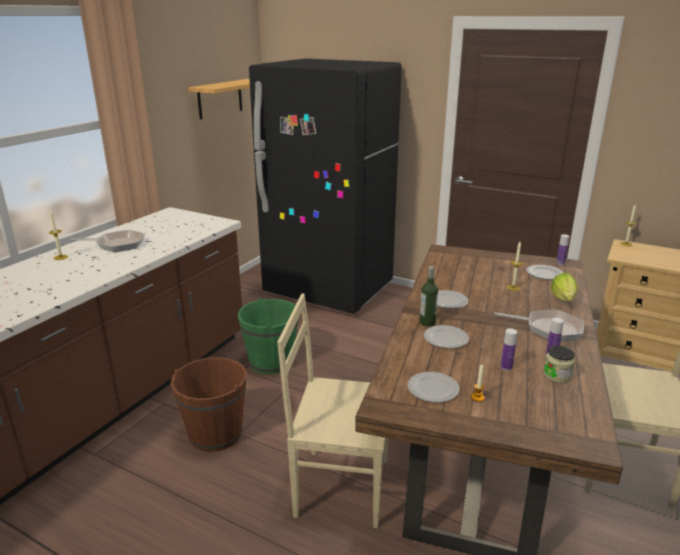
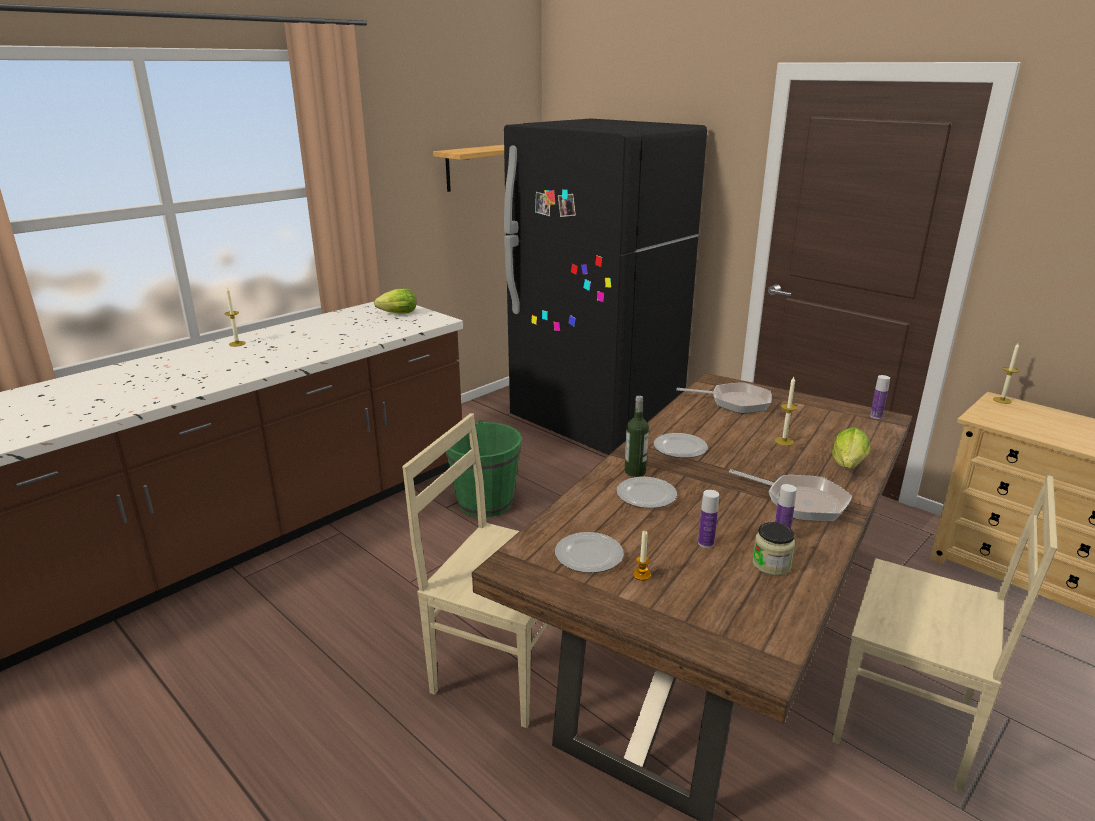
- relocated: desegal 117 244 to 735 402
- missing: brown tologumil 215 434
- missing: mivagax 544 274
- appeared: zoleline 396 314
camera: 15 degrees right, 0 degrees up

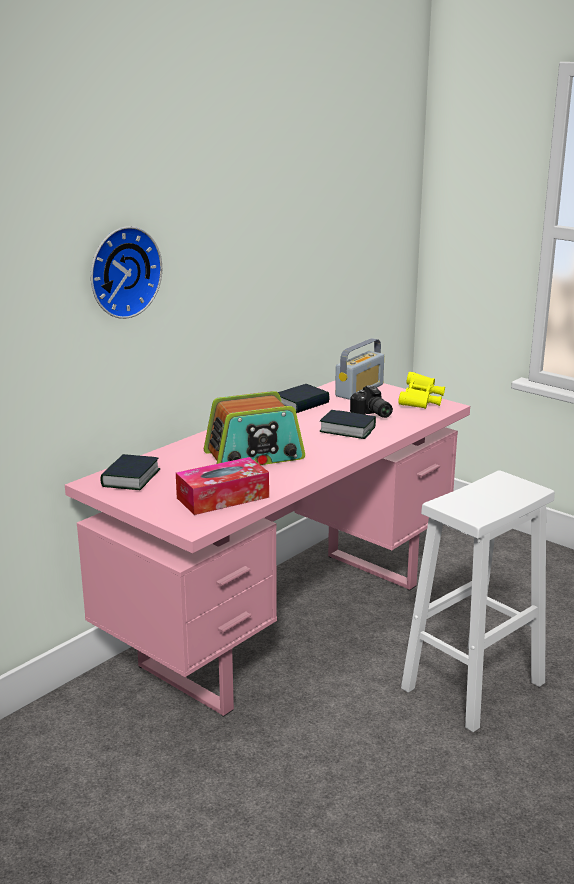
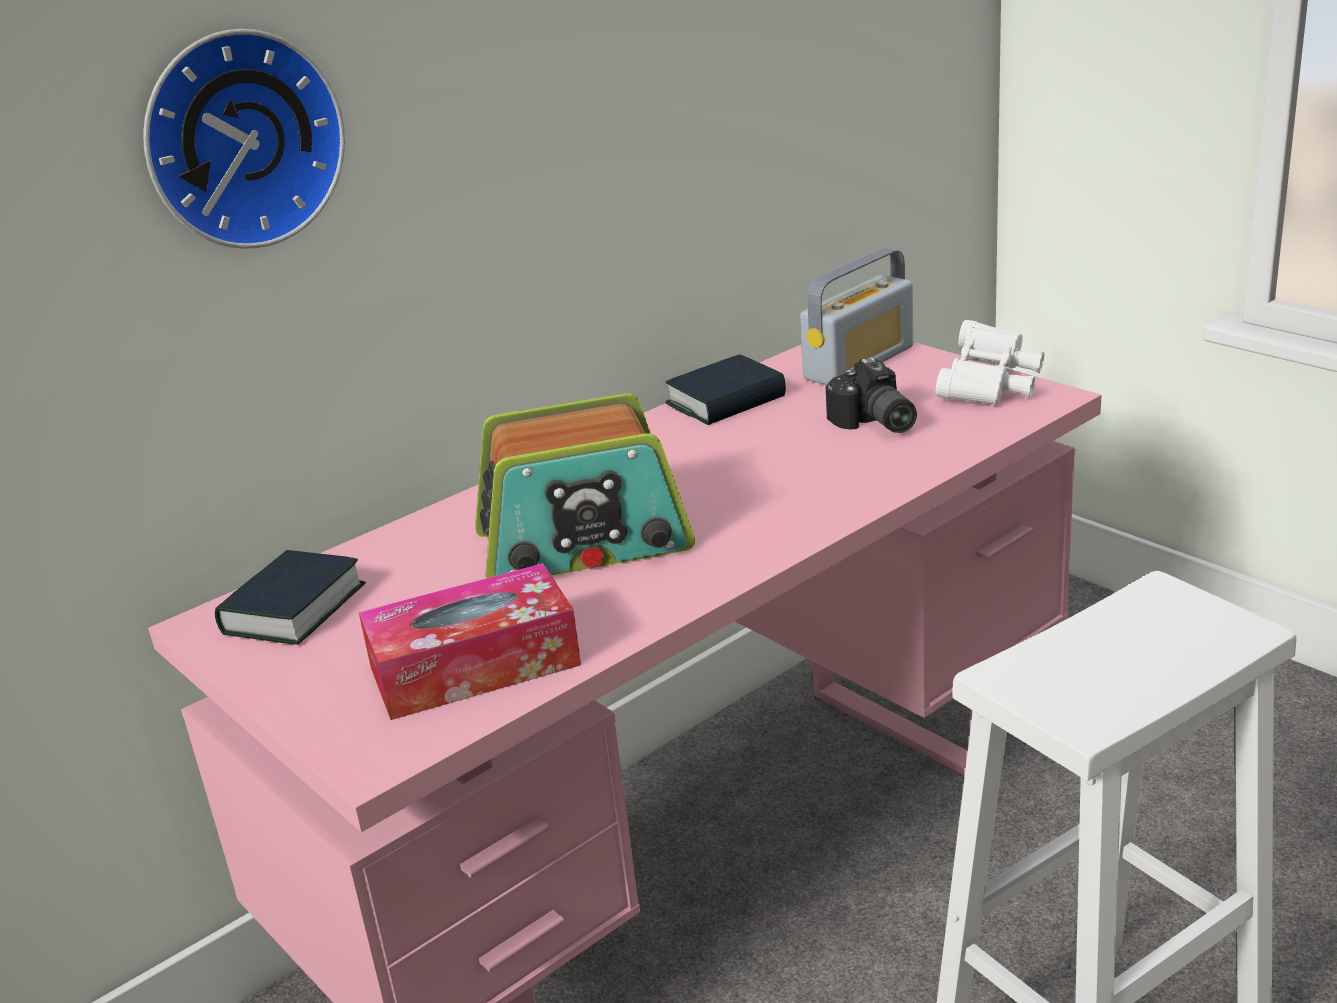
- missing: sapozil 347 430
- colour: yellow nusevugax 421 401 to white nusevugax 990 387
camera: 10 degrees right, 5 degrees up

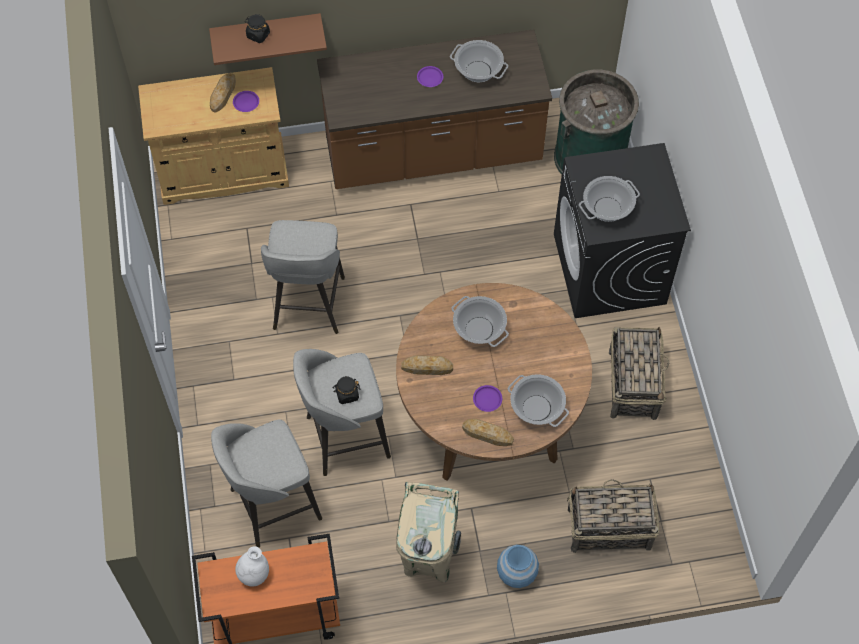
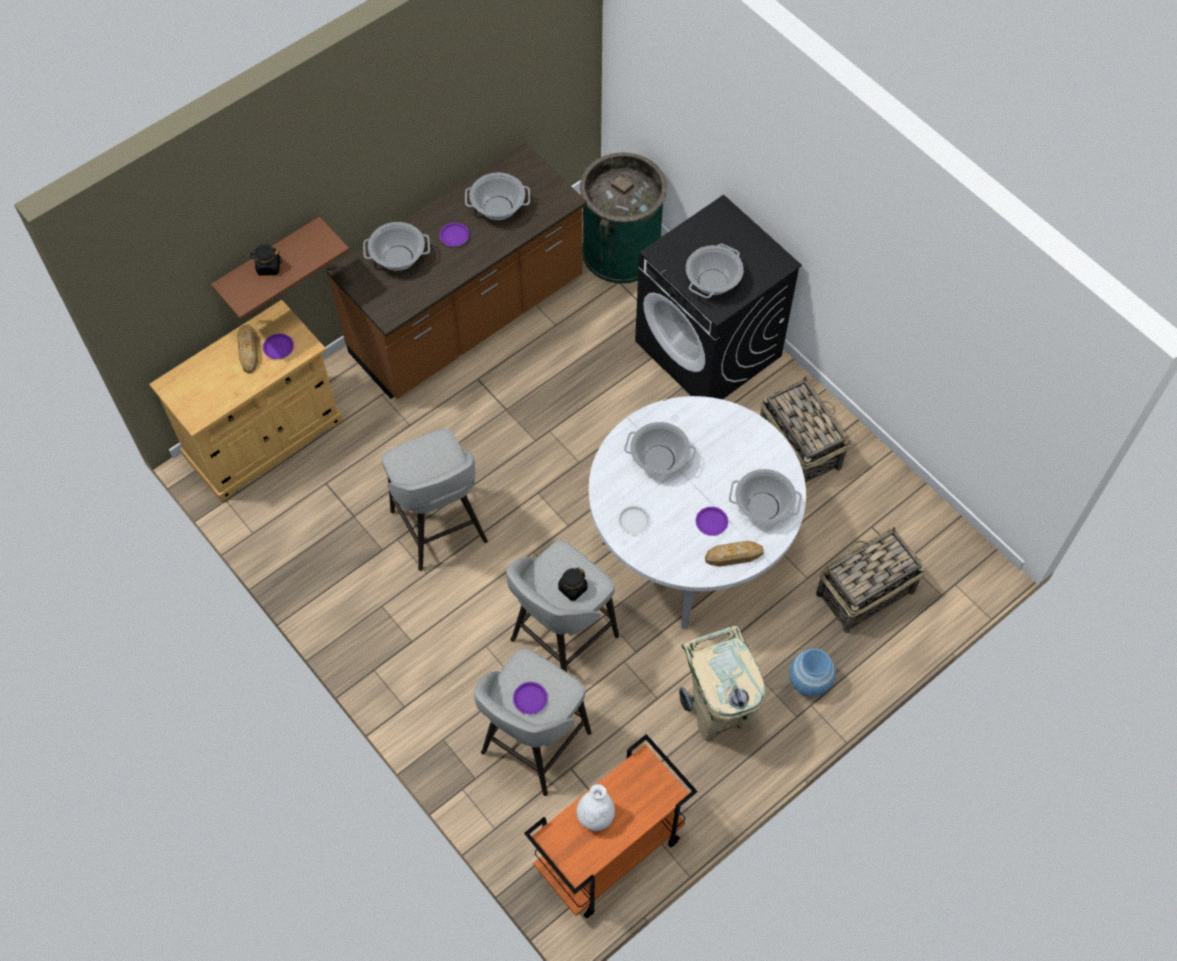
- colour: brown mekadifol 489 419 to white mekadifol 689 548
- exchanged: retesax 427 367 to white mivagax 633 521
- appeared: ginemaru 398 257
- appeared: purple mivagax 530 699
camera: 30 degrees left, 0 degrees up

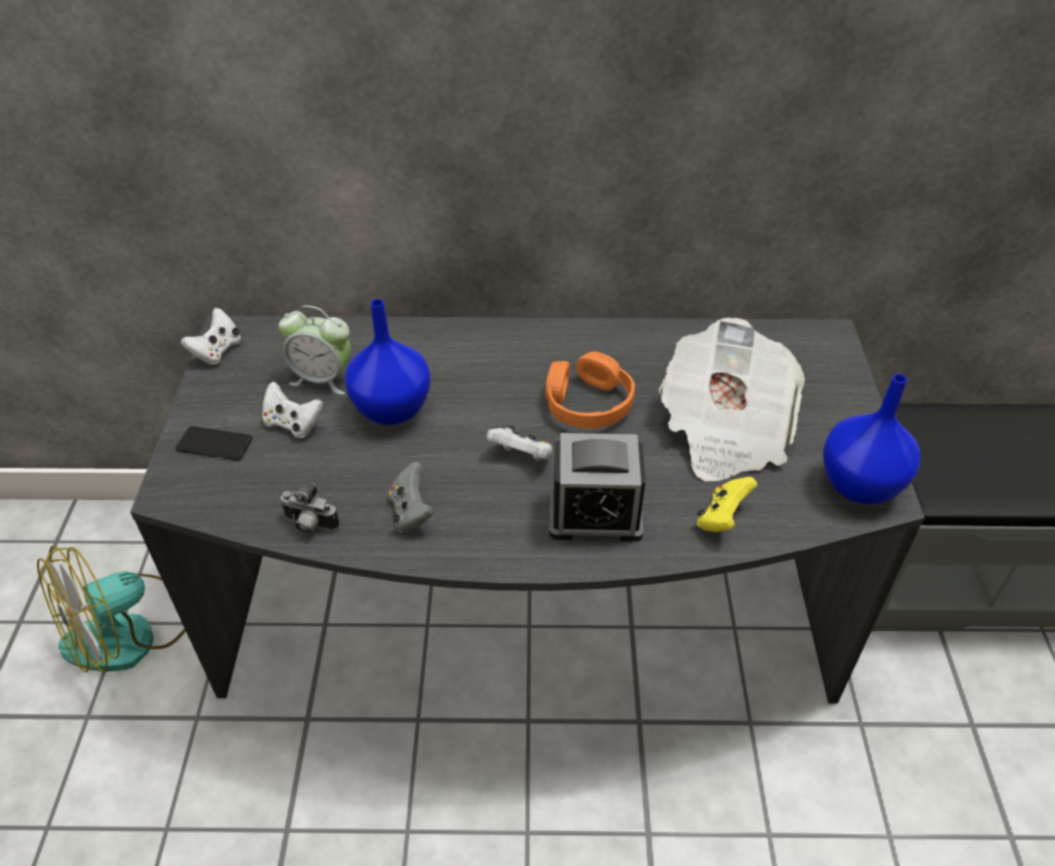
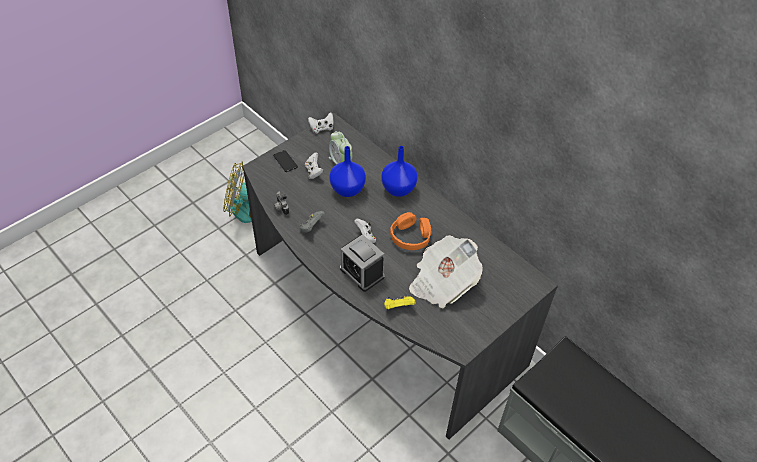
- relocated: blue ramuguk 861 485 to 399 189
camera: 45 degrees right, 5 degrees up

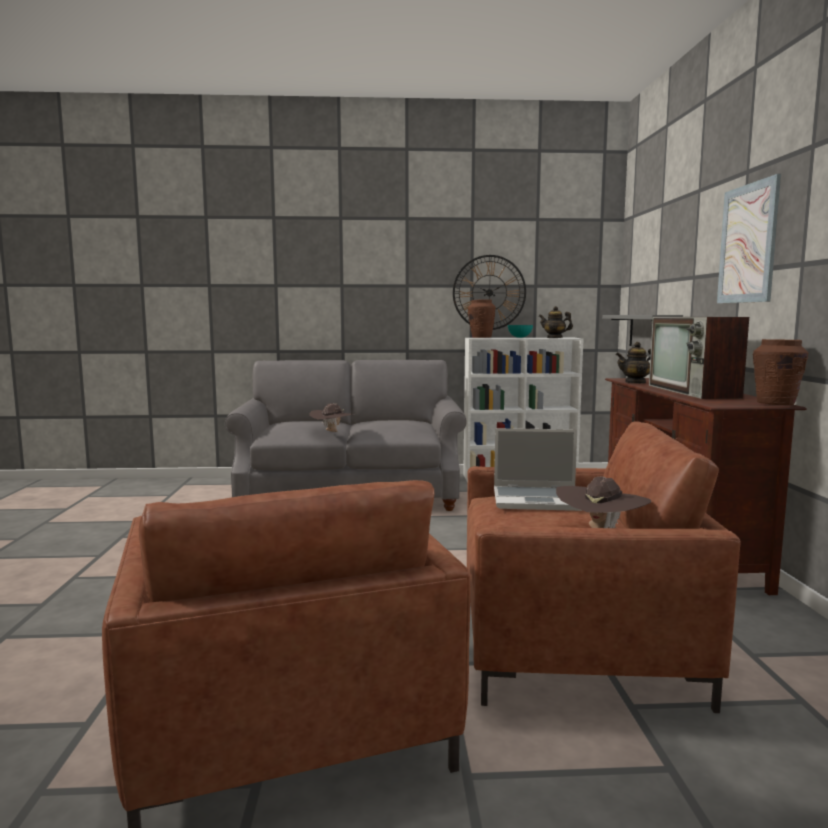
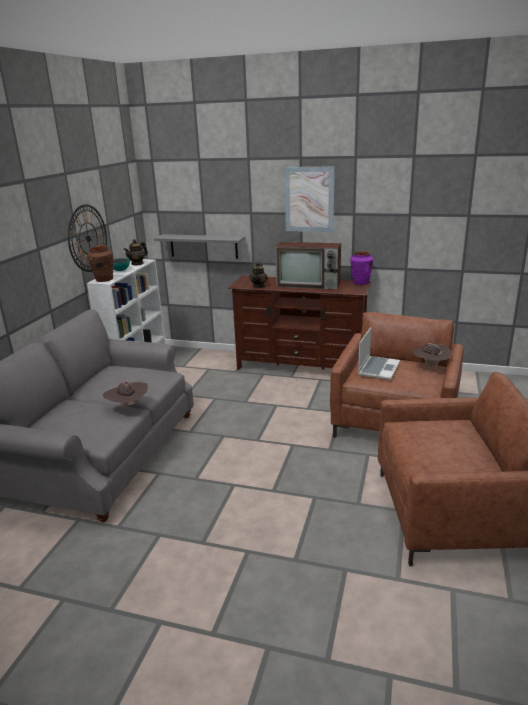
- colour: brown ramuguk 775 404 to purple ramuguk 360 283
camera: 70 degrees left, 15 degrees up

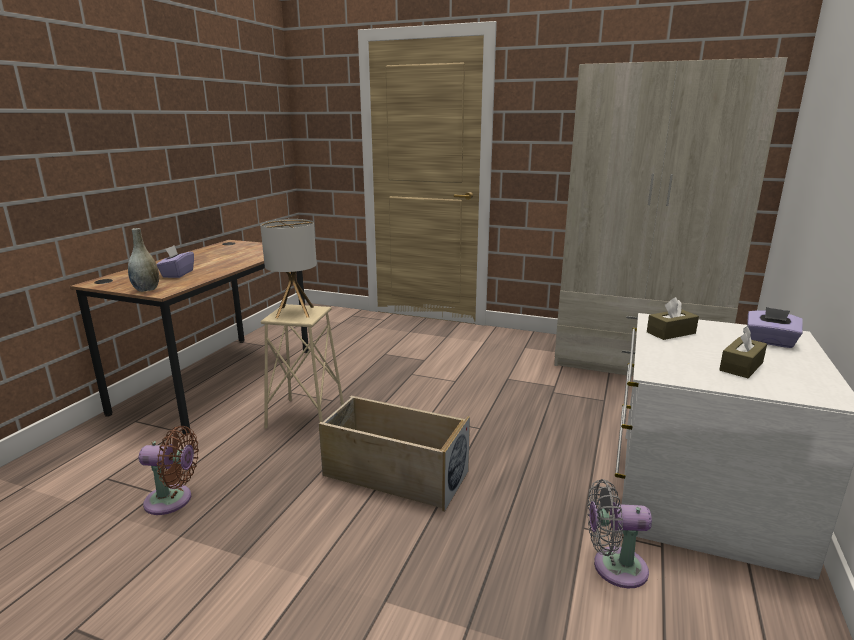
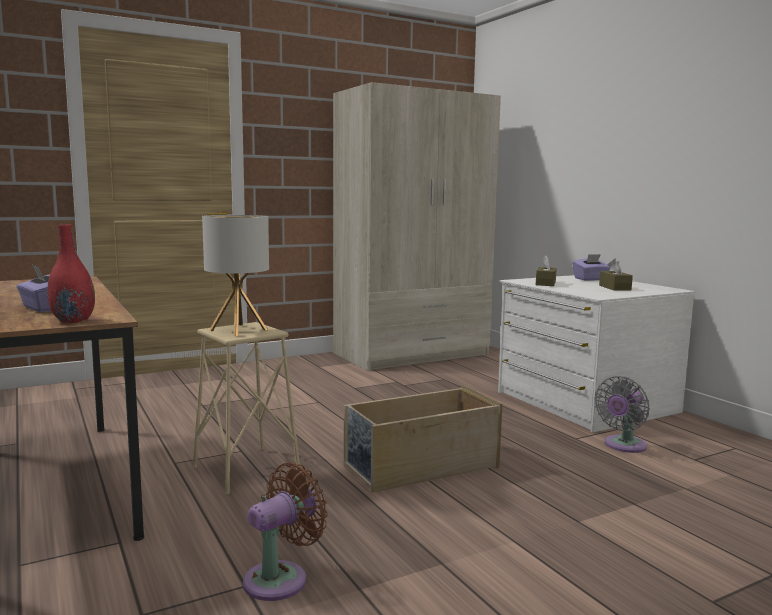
- colour: grey ramuguk 146 289 to red ramuguk 73 321
camera: 50 degrees left, 10 degrees down

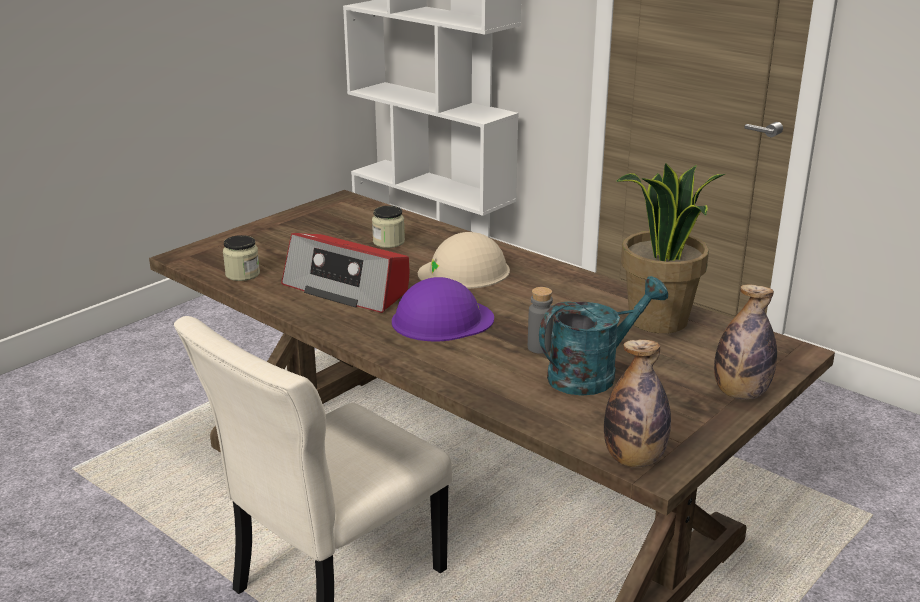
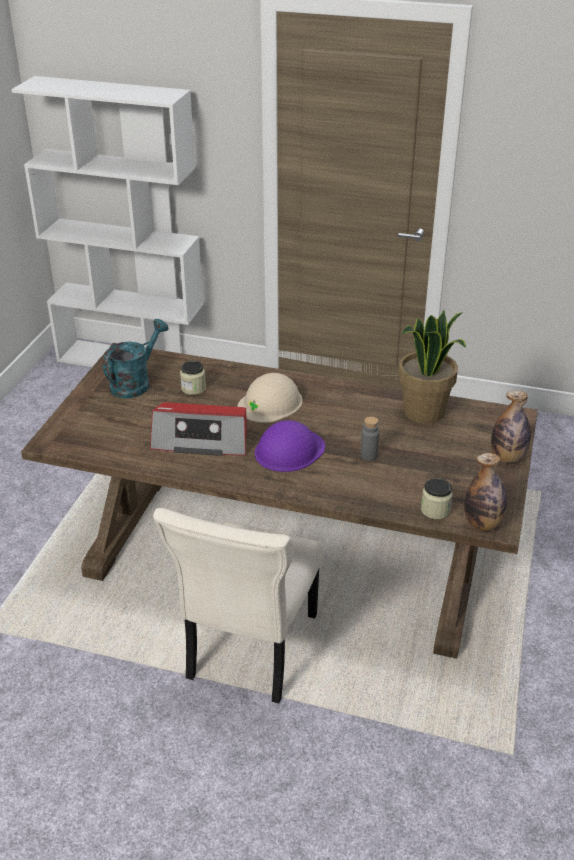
- relocated: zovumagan 242 274 to 435 510
- relocated: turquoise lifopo 592 374 to 135 383
camera: 25 degrees left, 10 degrees up

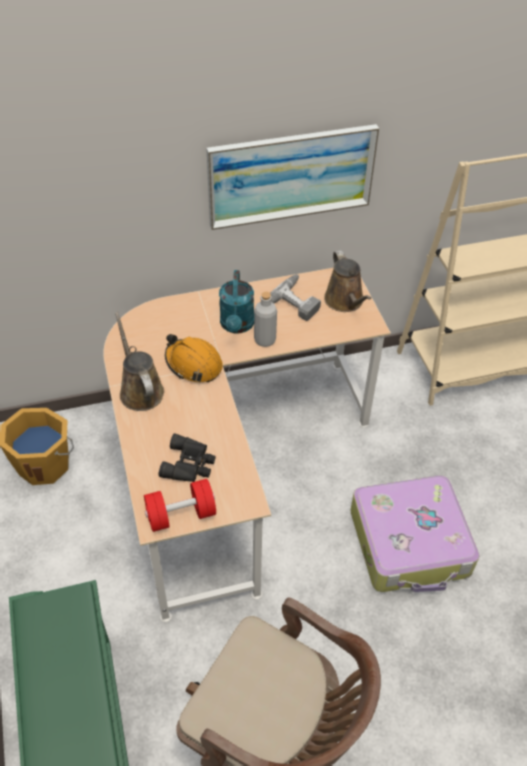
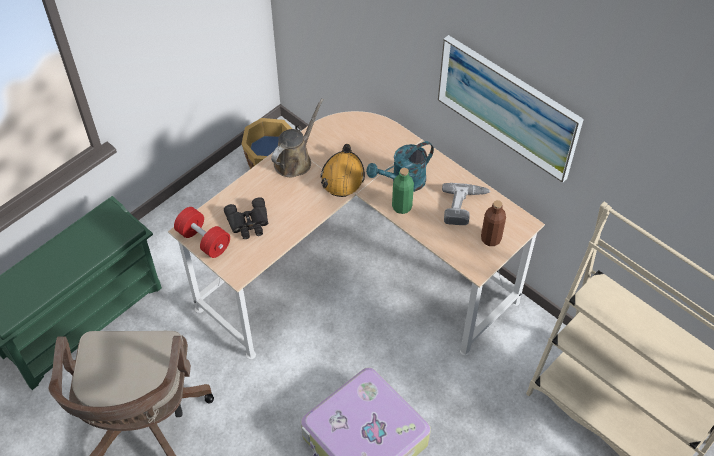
- colour: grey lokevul 265 340 to green lokevul 402 207
- exchanged: brown lifopo 345 301 to brown lokevul 490 239
camera: 60 degrees right, 5 degrees up

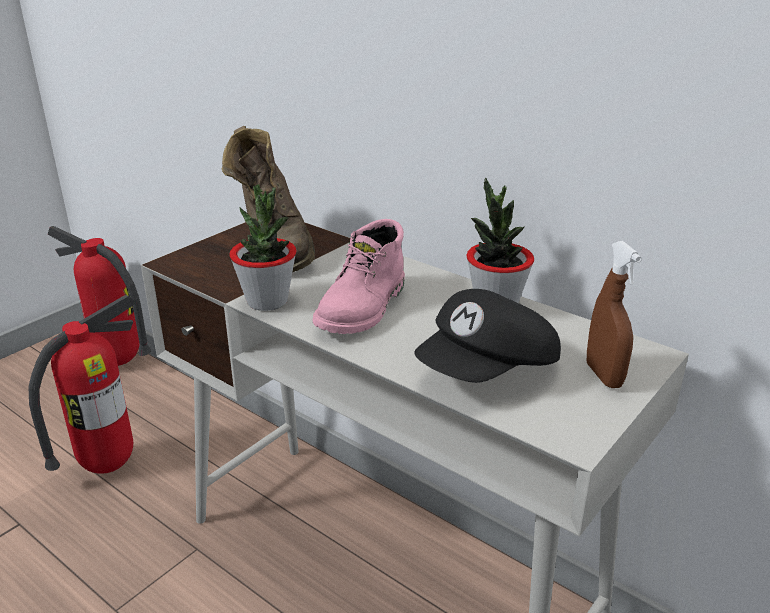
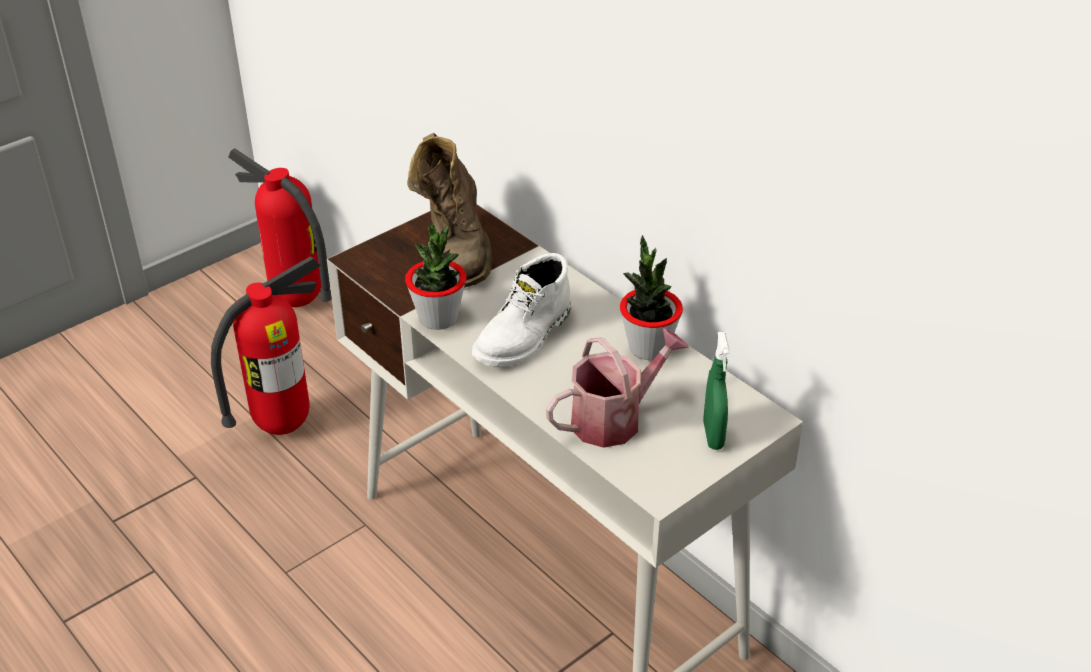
- colour: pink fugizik 364 309 to white fugizik 525 337
- exchanged: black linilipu 488 370 to lifopo 614 418
- colour: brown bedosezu 604 375 to green bedosezu 713 435
camera: 10 degrees right, 10 degrees up

